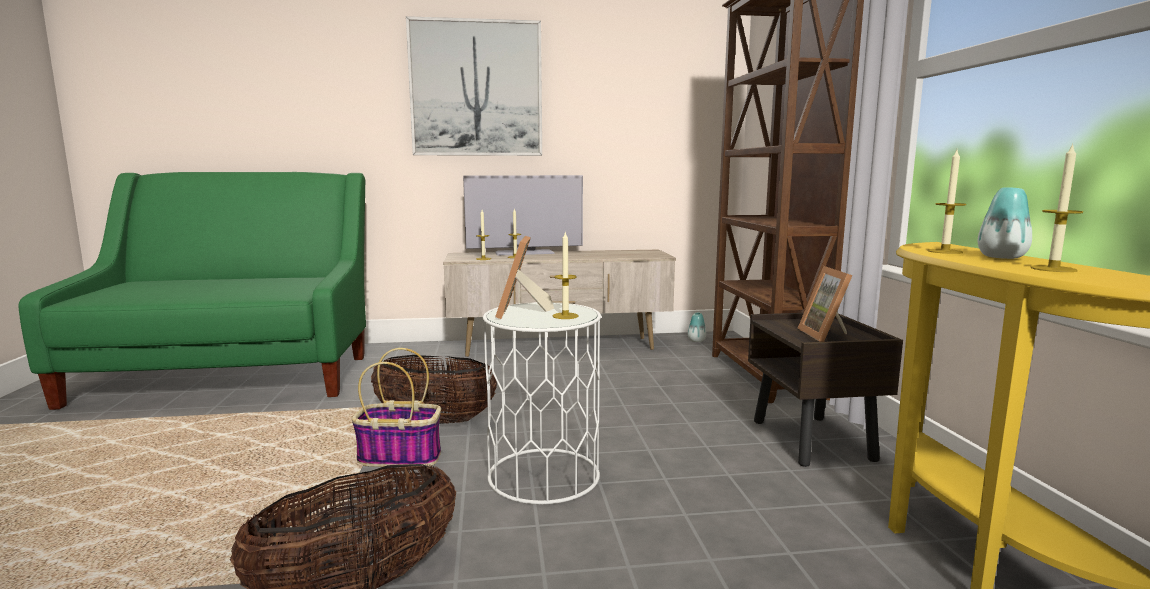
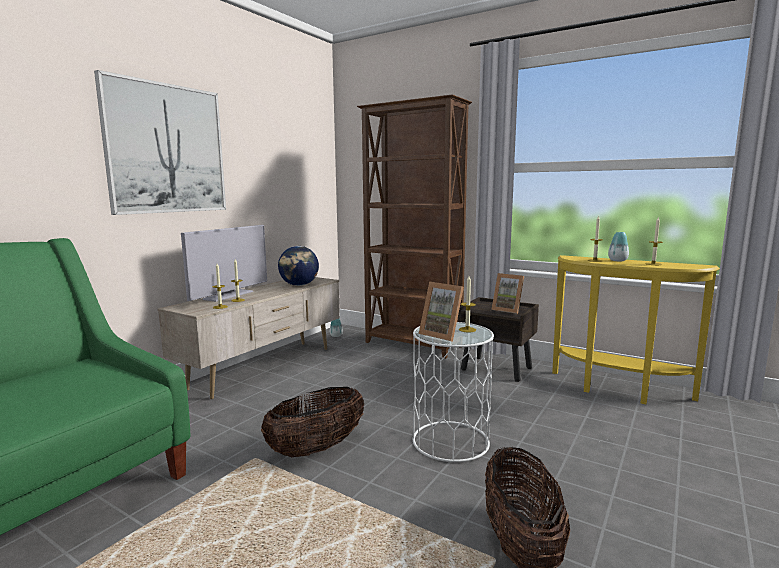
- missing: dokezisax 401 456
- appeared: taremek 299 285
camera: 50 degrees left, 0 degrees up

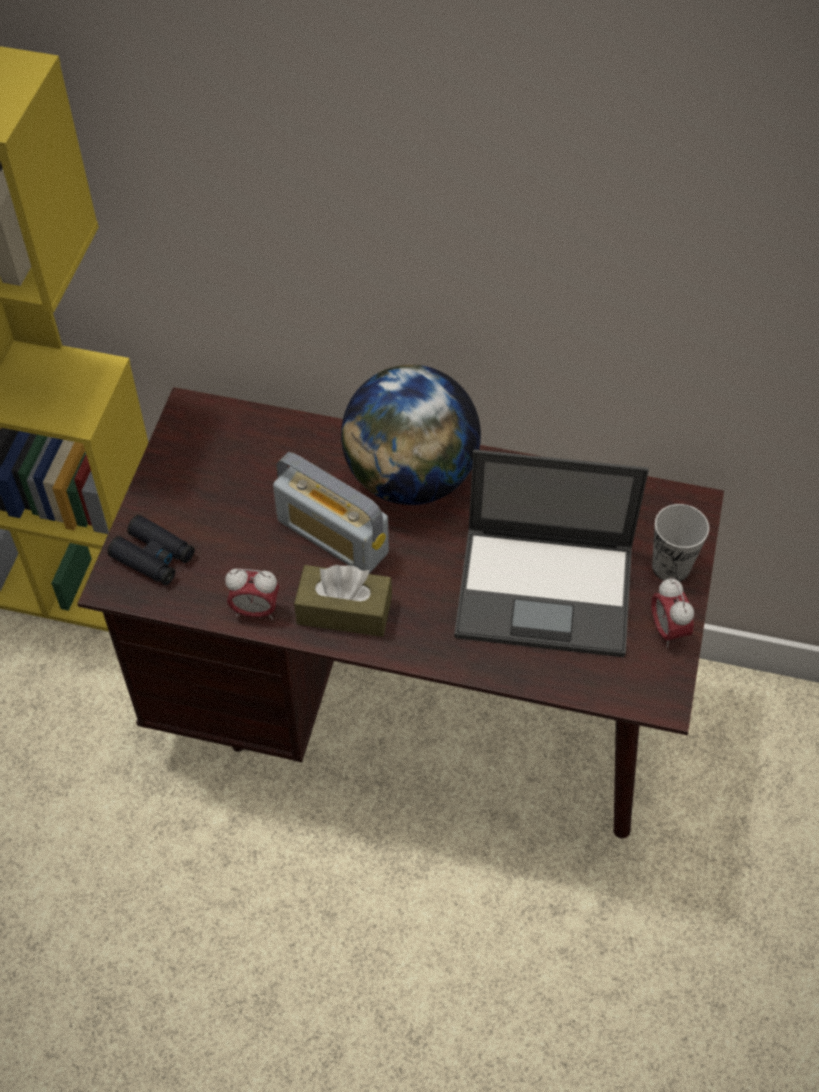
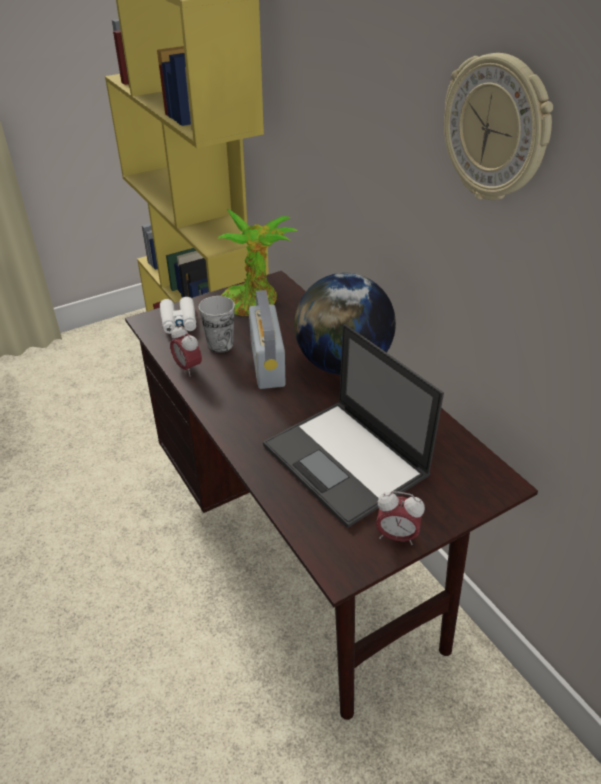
- colour: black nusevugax 153 556 to white nusevugax 179 321
- missing: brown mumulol 344 611
- spun: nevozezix 667 630 = 396 536 105 degrees counterclockwise
- relocated: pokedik 671 567 to 220 345
- appeared: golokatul 253 302
- appeared: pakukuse 496 130
camera: 45 degrees right, 15 degrees down

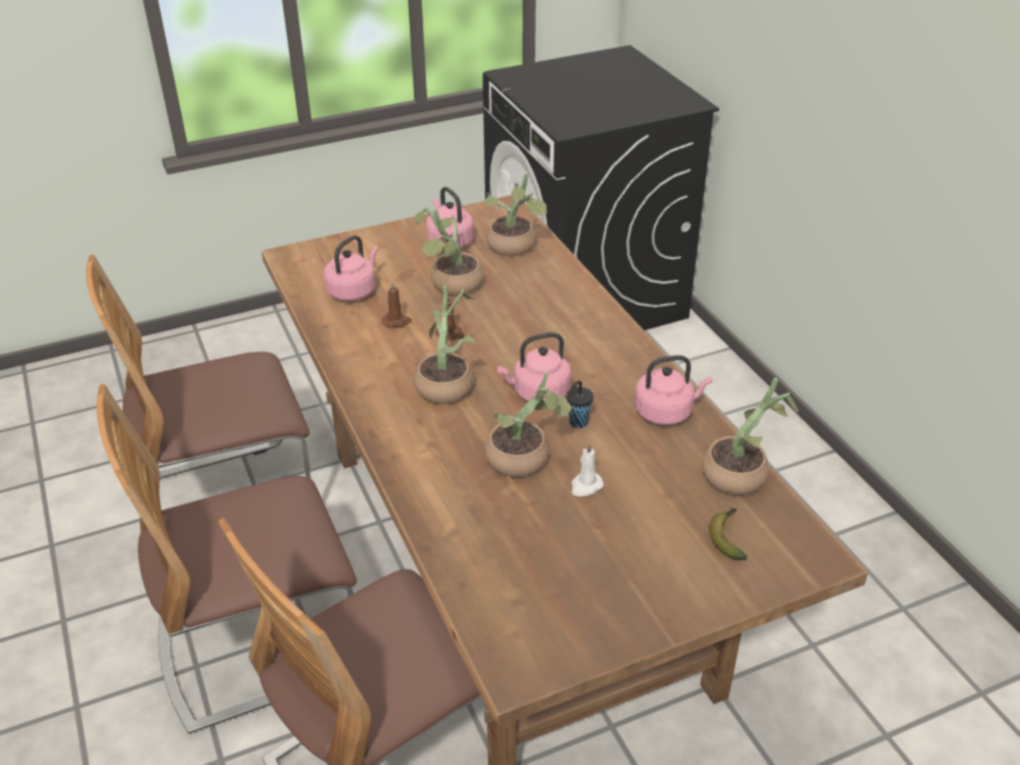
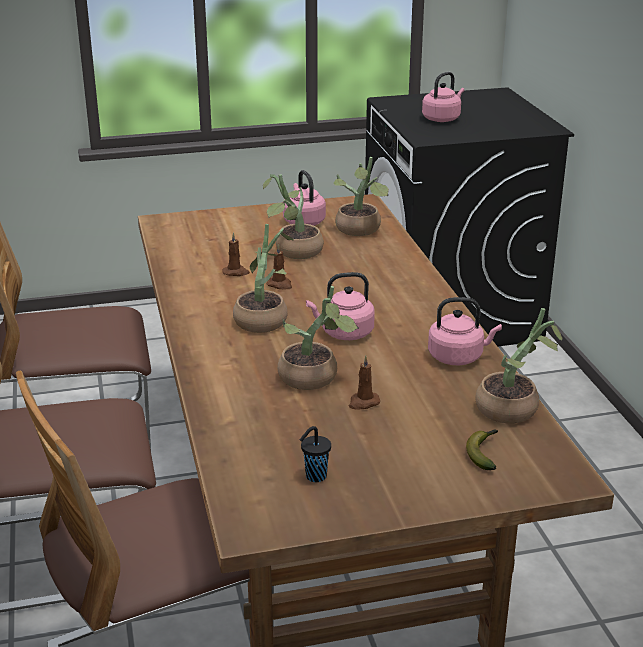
- relocated: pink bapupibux 353 291 to 442 118
- relocated: black pokedik 577 423 to 314 477
- colour: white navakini 585 486 to brown navakini 363 402
camera: 10 degrees right, 10 degrees down

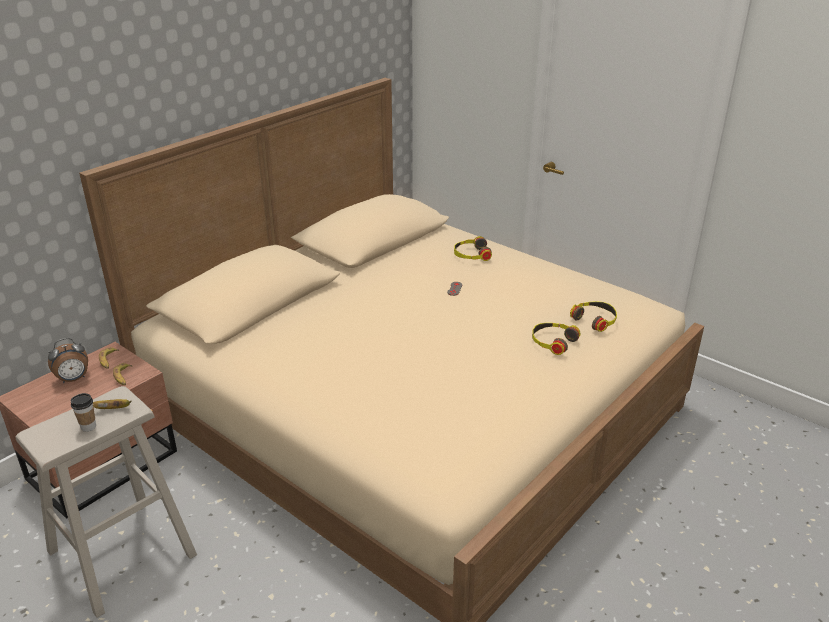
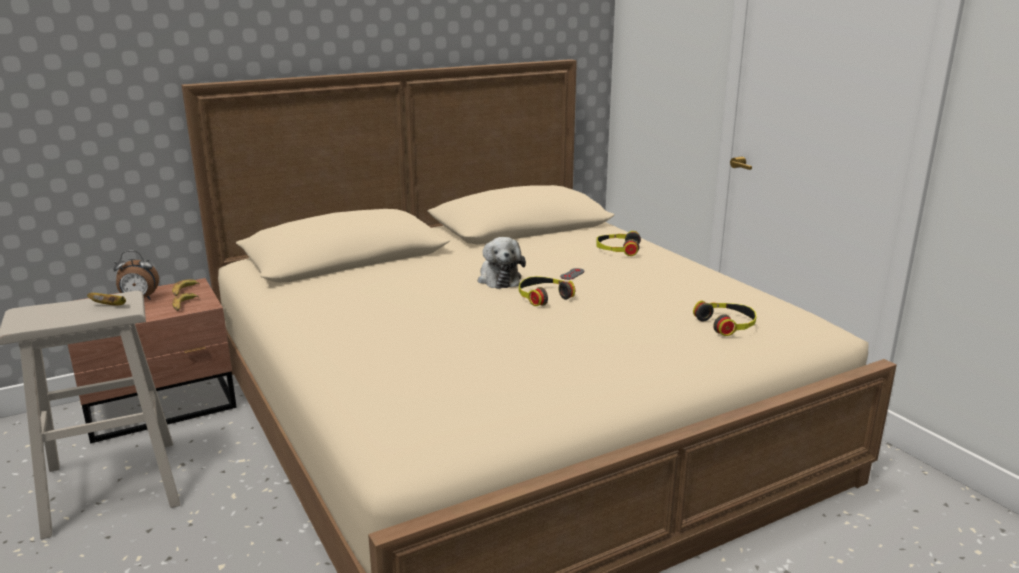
- missing: pokedik 88 427
- relocated: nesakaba 553 342 to 543 296
- appeared: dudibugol 499 279
camera: 20 degrees right, 10 degrees down

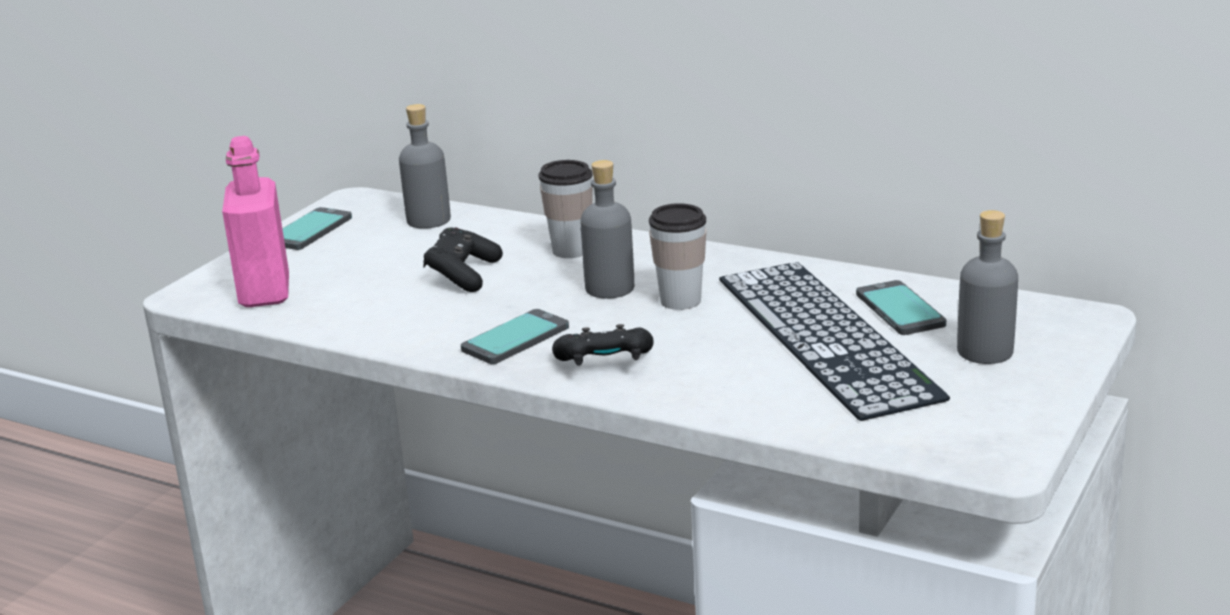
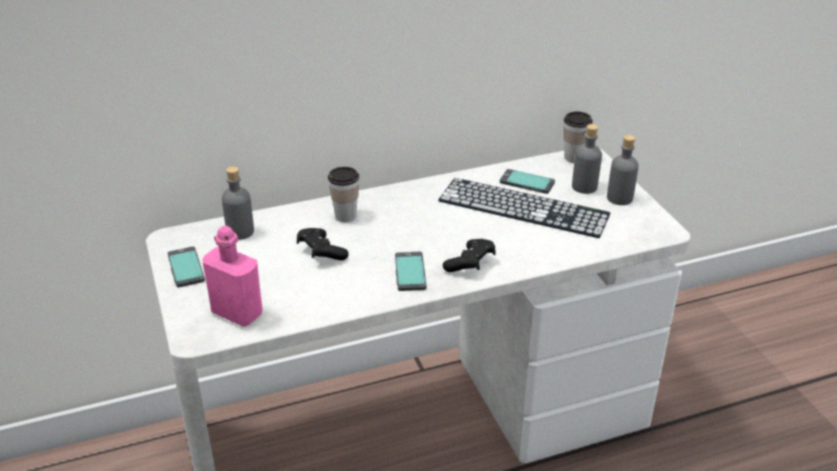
- relocated: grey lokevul 610 288 to 619 198
- relocated: pokedik 680 301 to 573 157
camera: 50 degrees left, 10 degrees up

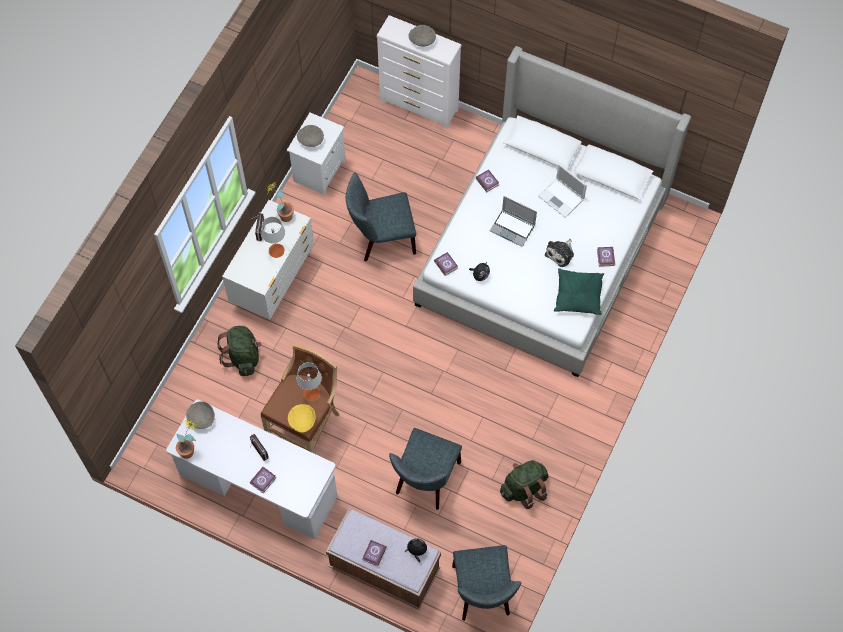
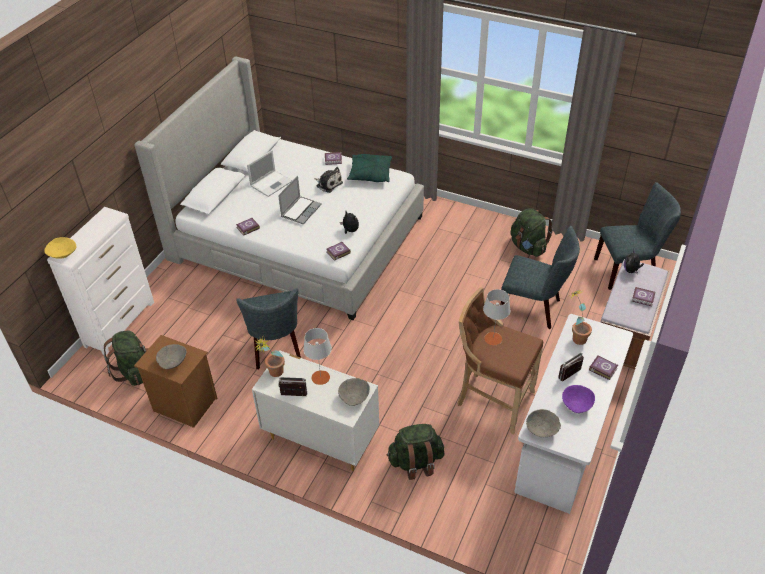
- relocated: golokatul 190 449 to 575 337
- colour: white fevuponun 319 170 to brown fevuponun 183 404
- relocated: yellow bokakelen 302 421 to 63 254
- relocated: grey bokakelen 422 41 to 354 397
- appeared: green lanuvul 134 371
- appeared: purple bokakelen 577 405
camera: 90 degrees left, 20 degrees down

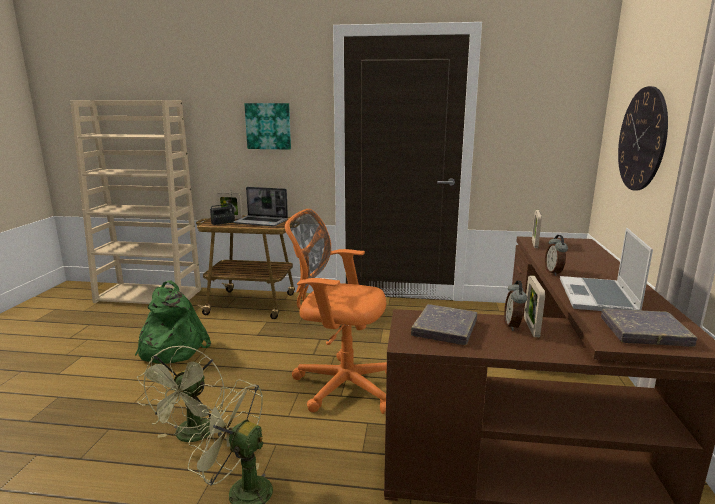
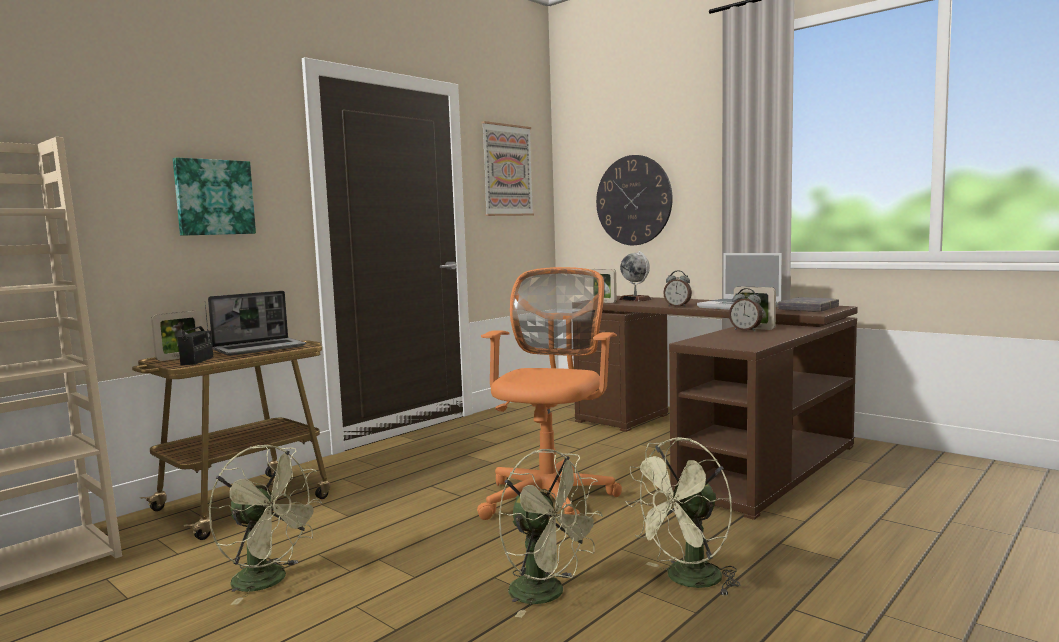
- exchanged: green lanuvul 170 349 to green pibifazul 269 581
- spun: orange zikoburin 341 384 = 550 496 150 degrees clockwise
- missing: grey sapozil 445 329
- appeared: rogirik 507 170
- appeared: taremek 635 299
camera: 55 degrees left, 10 degrees down

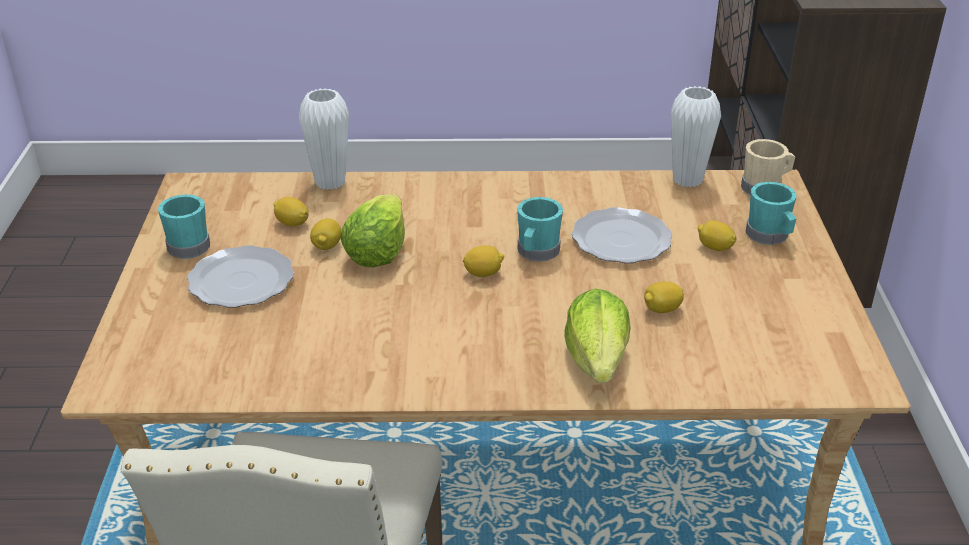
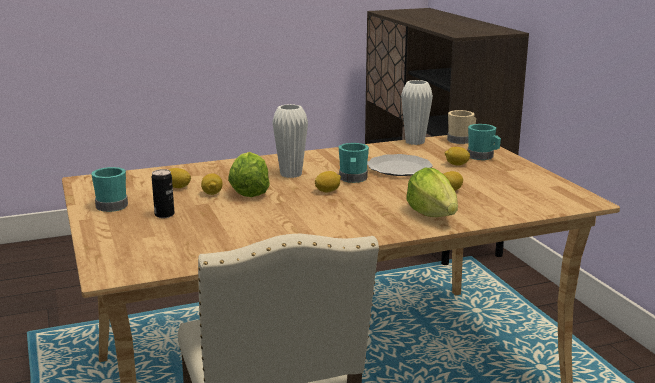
- exchanged: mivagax 241 280 to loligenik 164 215
- relocated: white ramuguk 330 182 to 291 174
camera: 20 degrees left, 15 degrees down

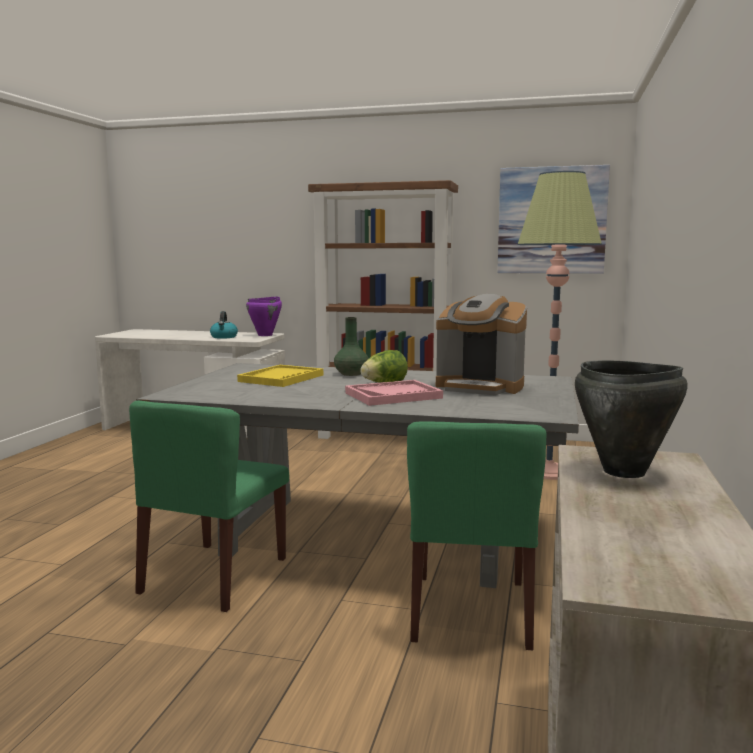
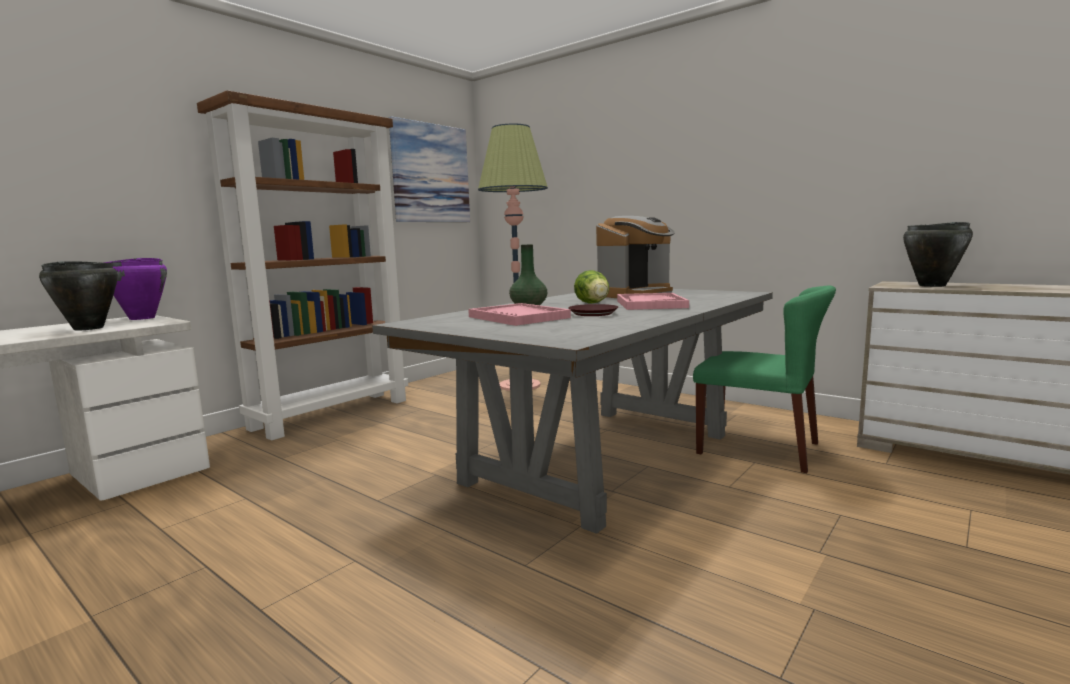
- missing: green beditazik 214 576
- exchanged: bapupibux 224 337 to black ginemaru 89 328
- colour: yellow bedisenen 281 378 to pink bedisenen 518 317
- appeared: brown mivagax 592 314
camera: 65 degrees left, 0 degrees up

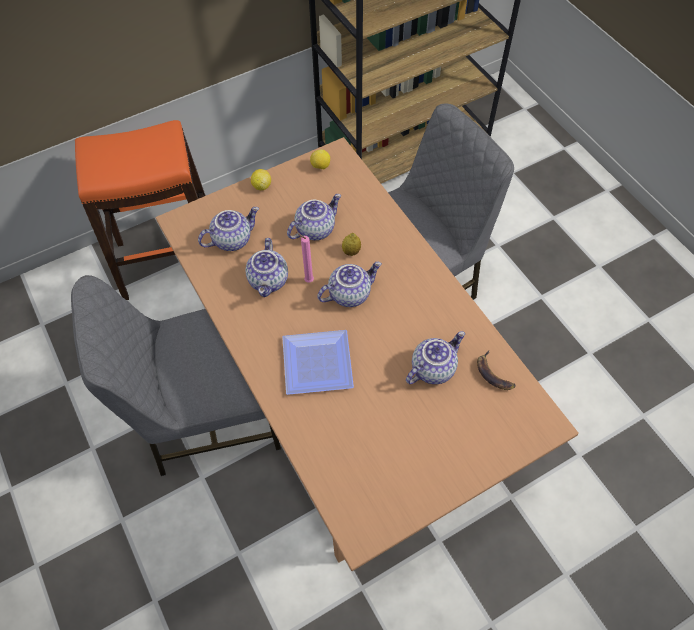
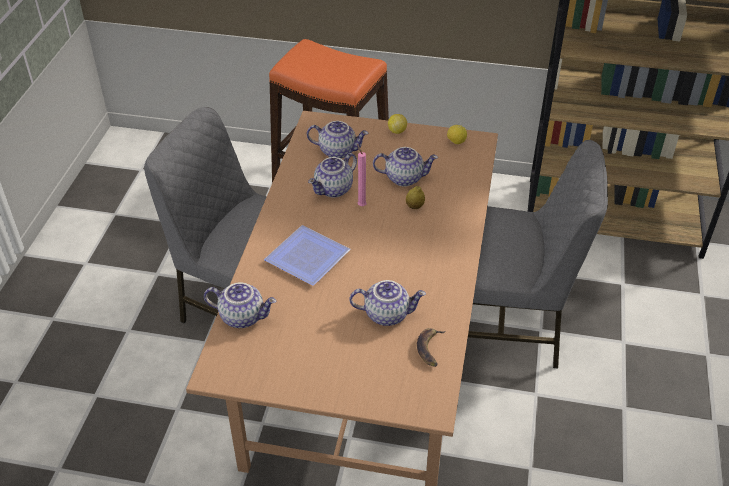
- relocated: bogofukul 349 293 to 243 316
camera: 40 degrees right, 15 degrees down

